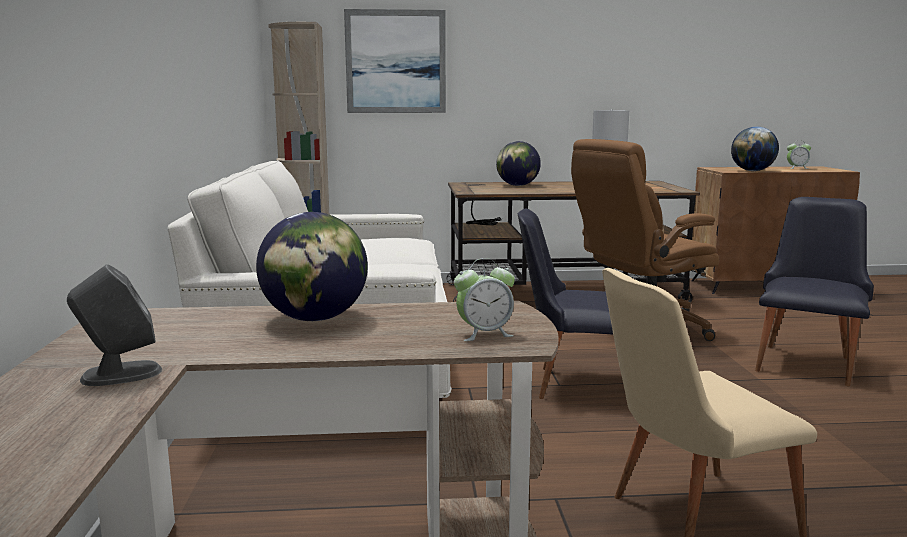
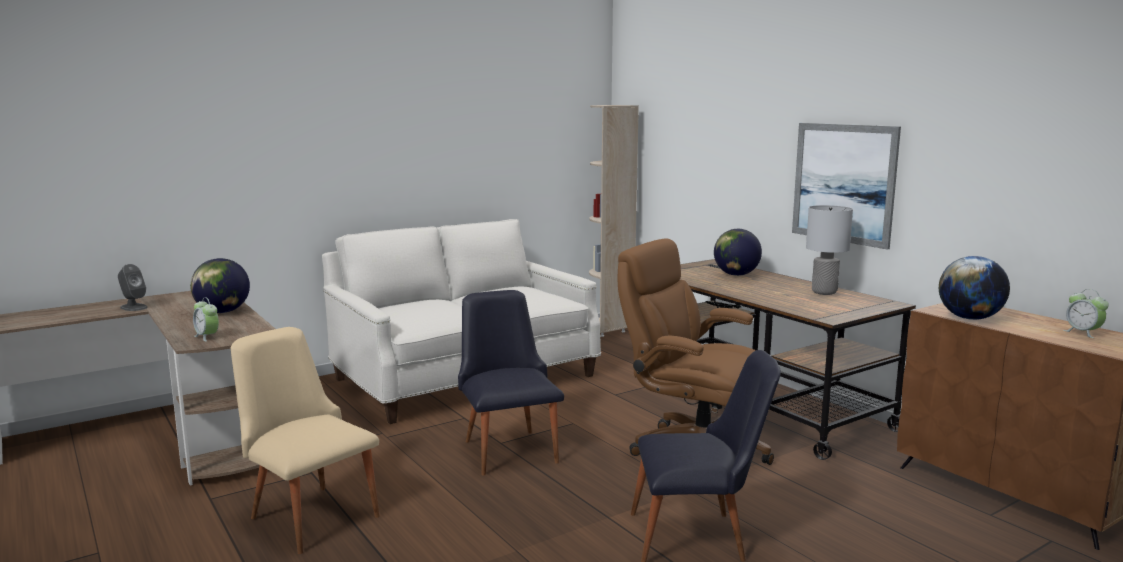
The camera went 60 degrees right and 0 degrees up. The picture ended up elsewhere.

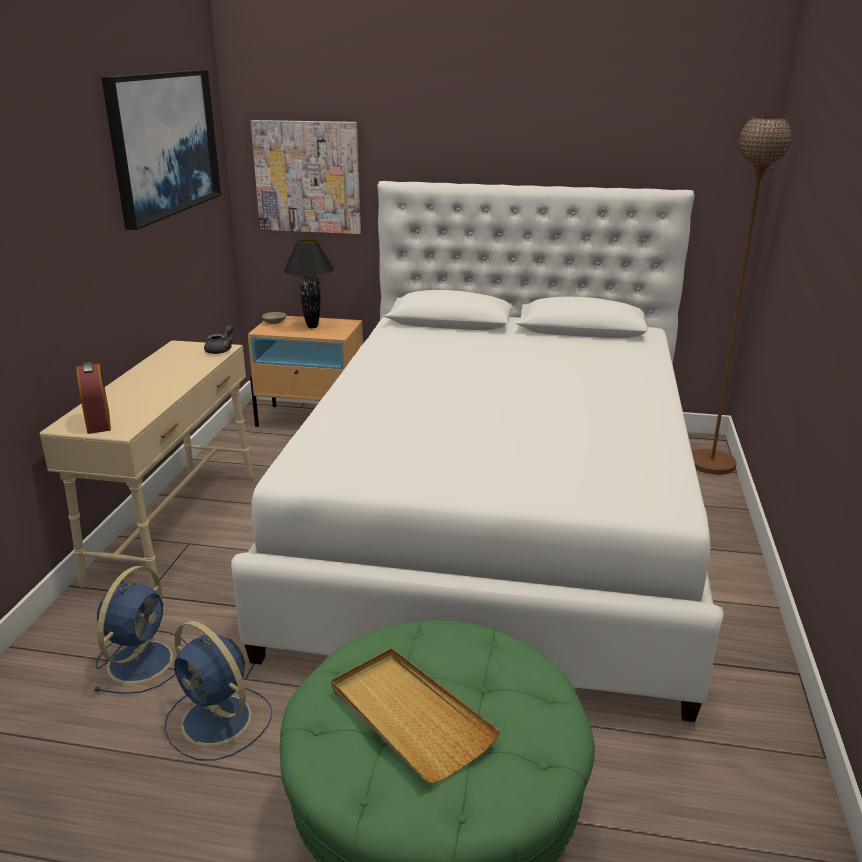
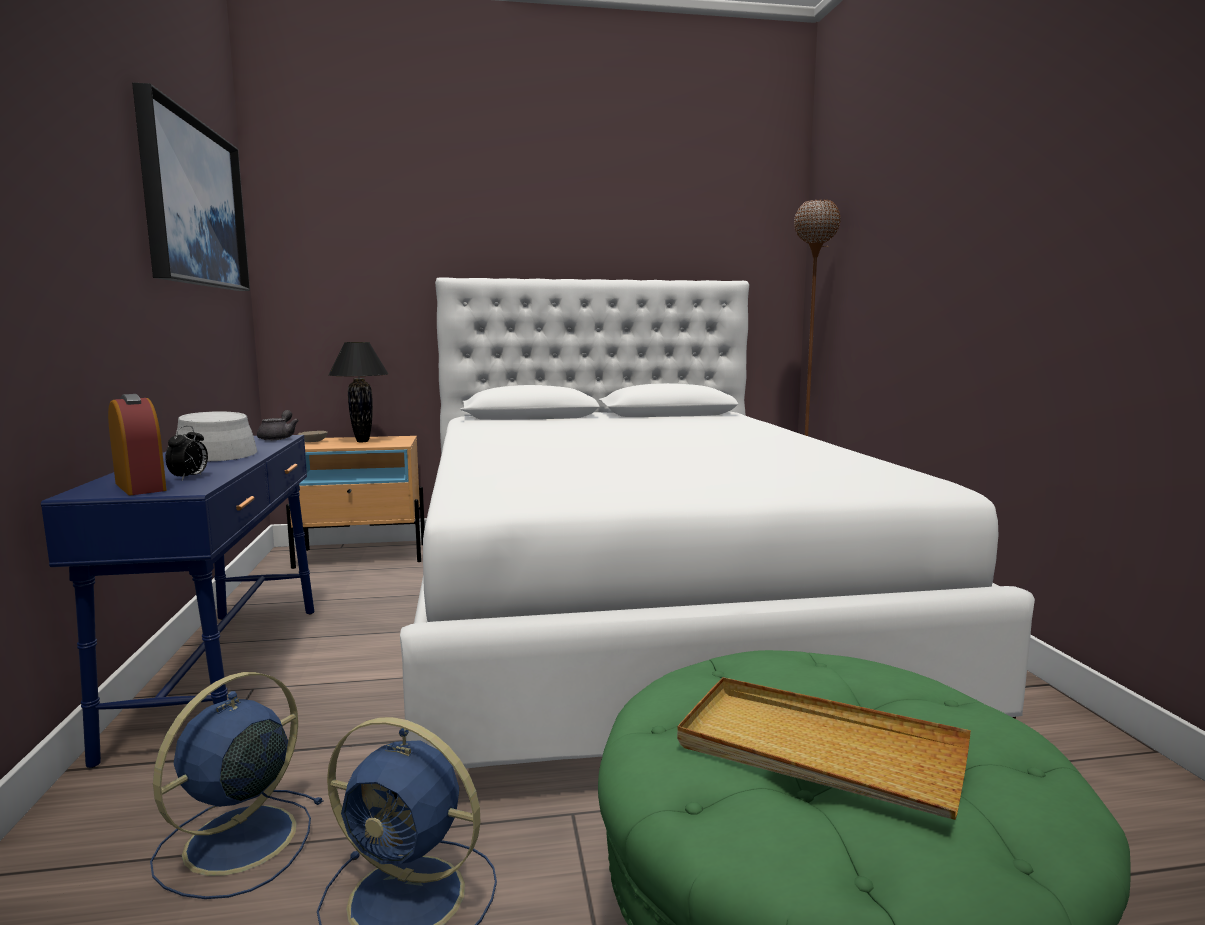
The camera went 20 degrees left and 15 degrees down. What was the beige console table turned into the blue console table. The blue fan (1st from left) ended up facing another way, 150 degrees counterclockwise from before. The second view lost the picture (2nd from left). The second view gained the alarm clock (2nd from left). The second view gained the grey hat.

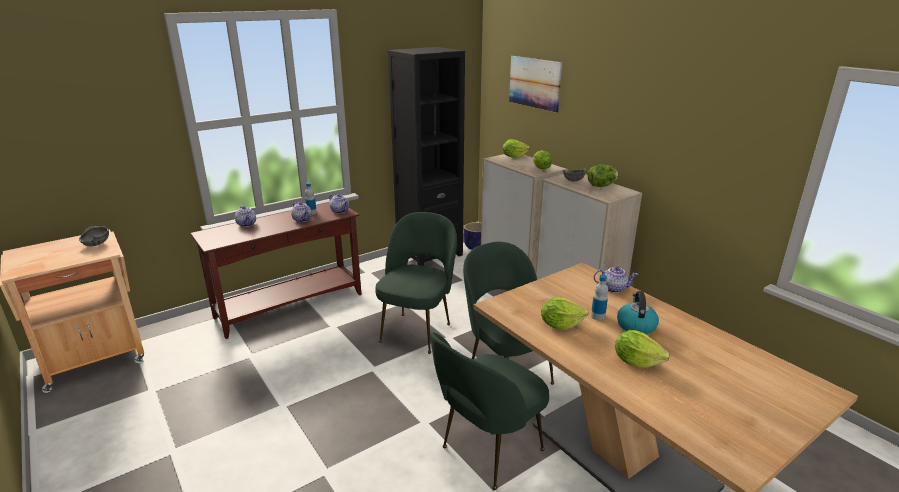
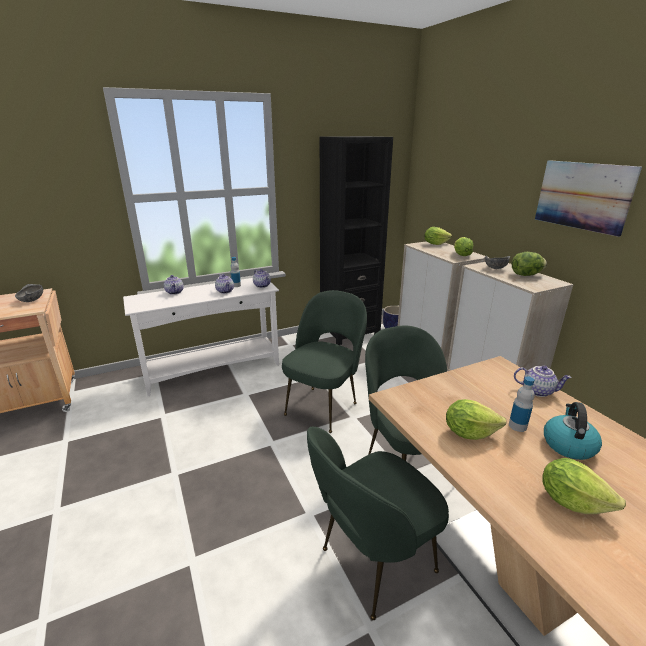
The camera went 10 degrees right and 0 degrees up. What was the brown console table turned into the white console table. The picture ended up elsewhere.

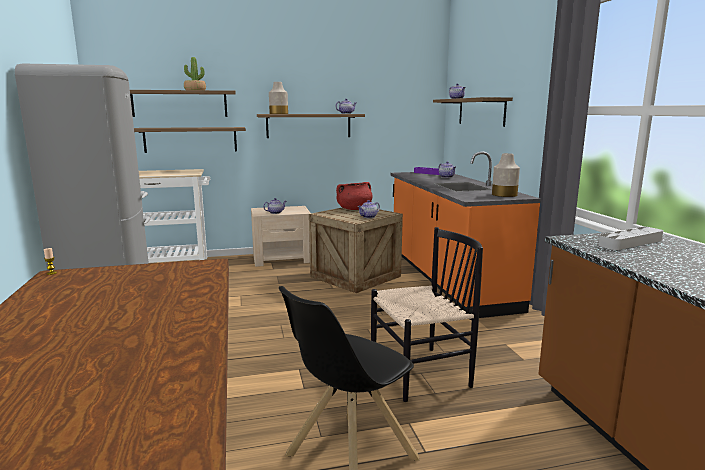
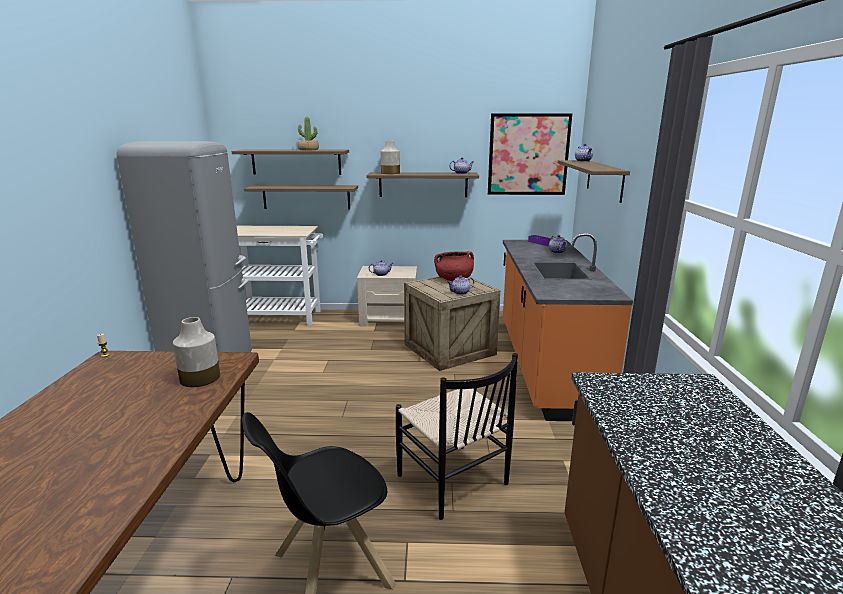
The camera went 15 degrees right and 5 degrees up. The black chair (2nd from left) ended up facing another way, 60 degrees clockwise from before. The beige vase (2nd from left in the first image) ended up elsewhere. The second view lost the grey tray. The second view gained the picture.

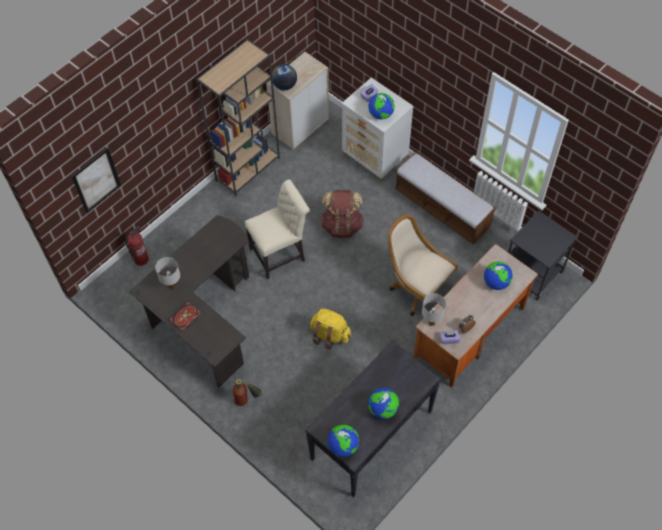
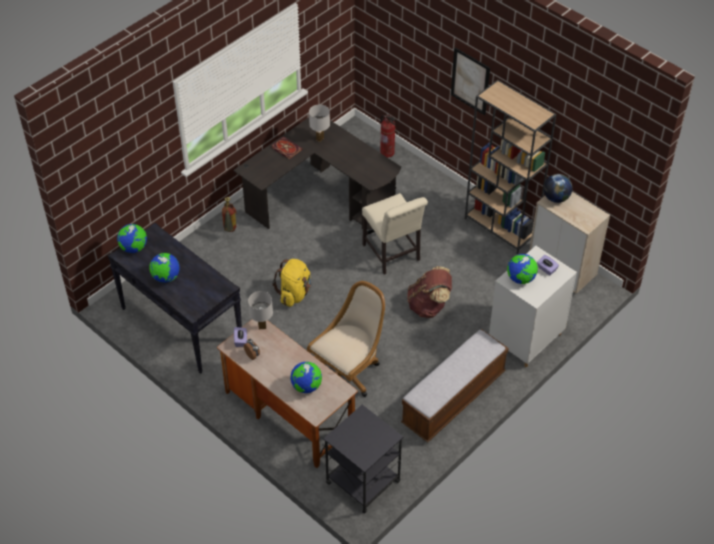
The camera went 90 degrees right and 10 degrees down. The picture ended up elsewhere.

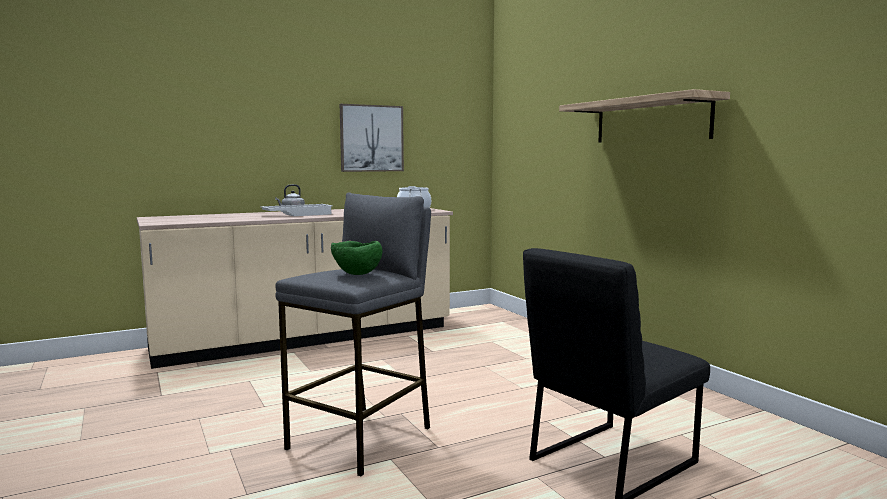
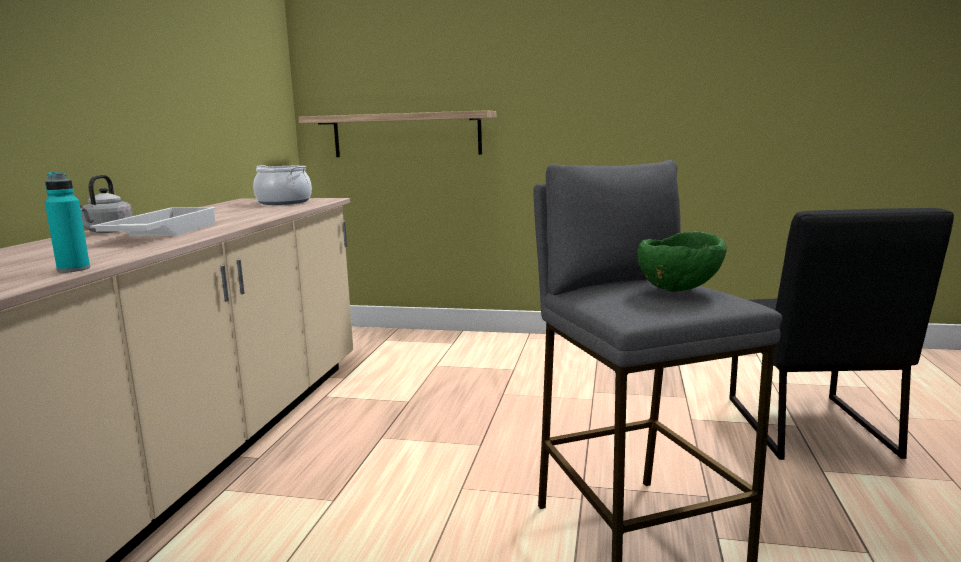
The camera went 50 degrees left and 5 degrees up. The second view lost the picture. The shelf ended up elsewhere. The second view gained the turquoise bottle.

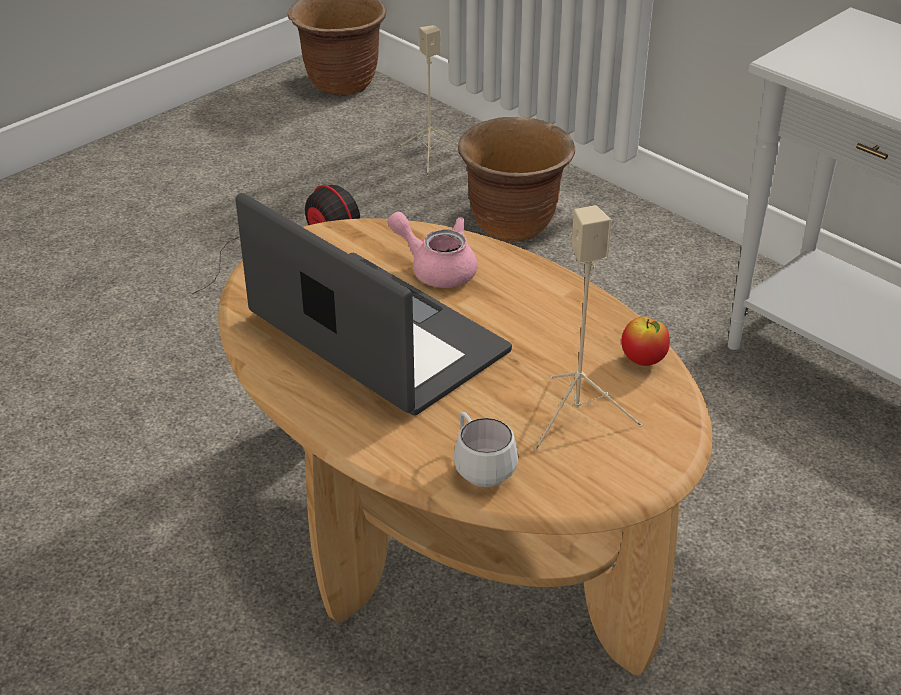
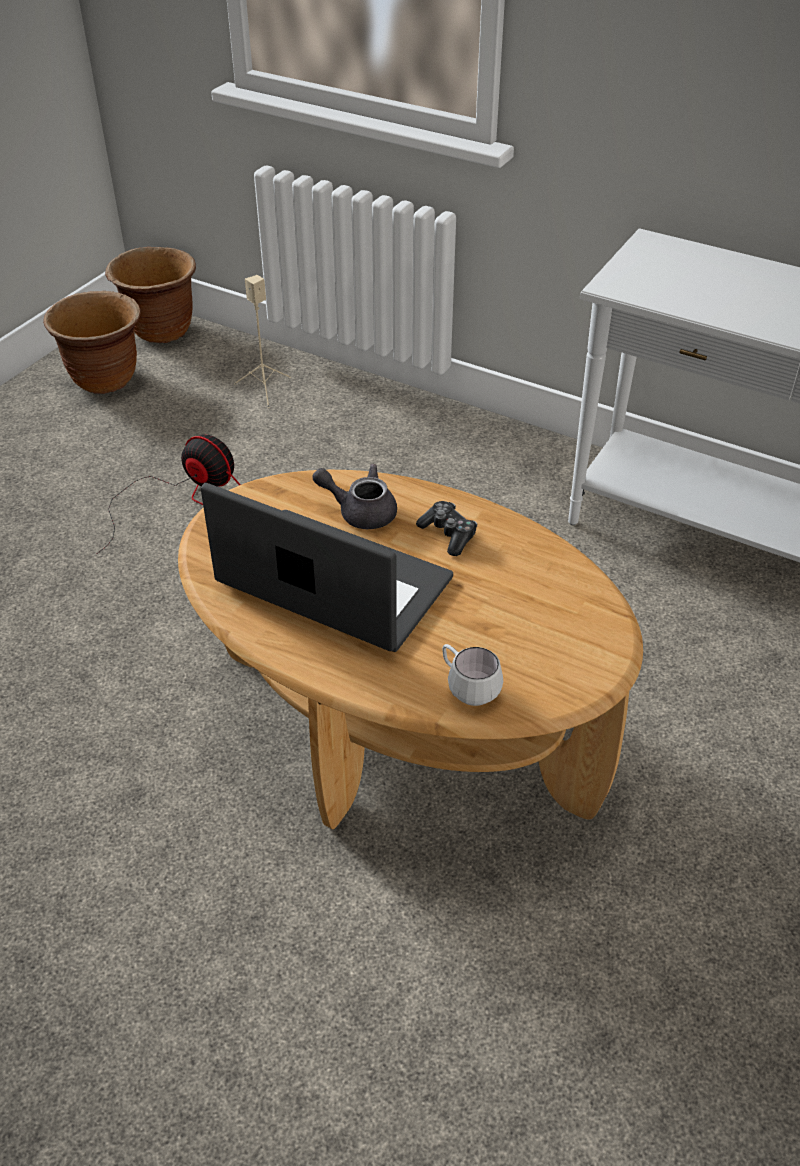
The camera went 15 degrees left and 5 degrees up. What was the pink teapot turned into the grey teapot. The brown planter (2nd from left in the first image) ended up elsewhere. The second view lost the beige speaker (2nd from left). The second view lost the apple. The second view gained the game controller.

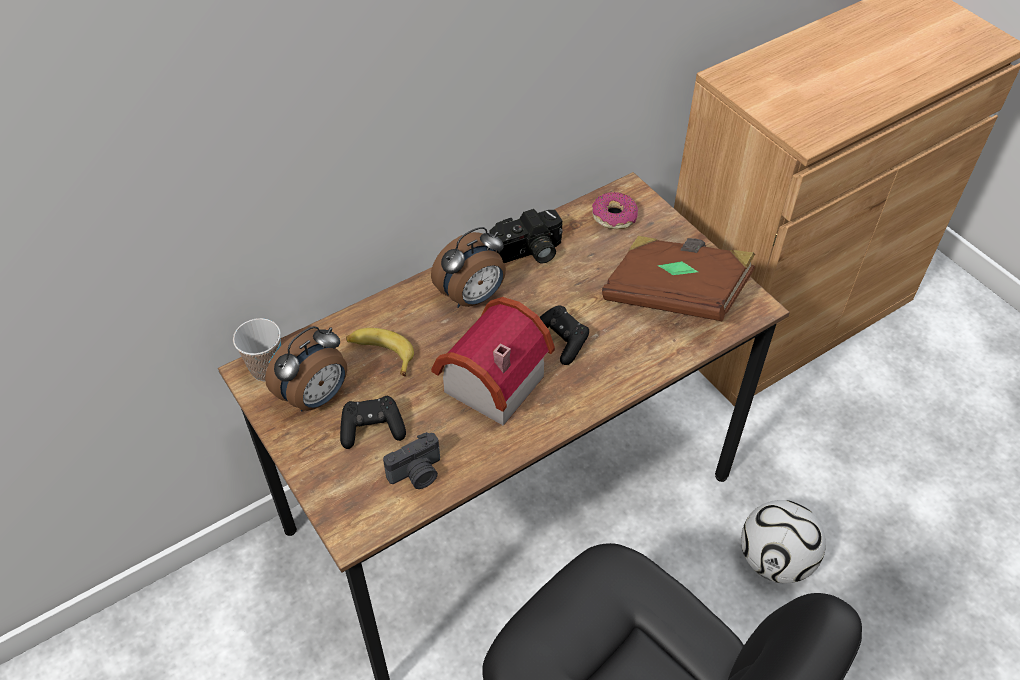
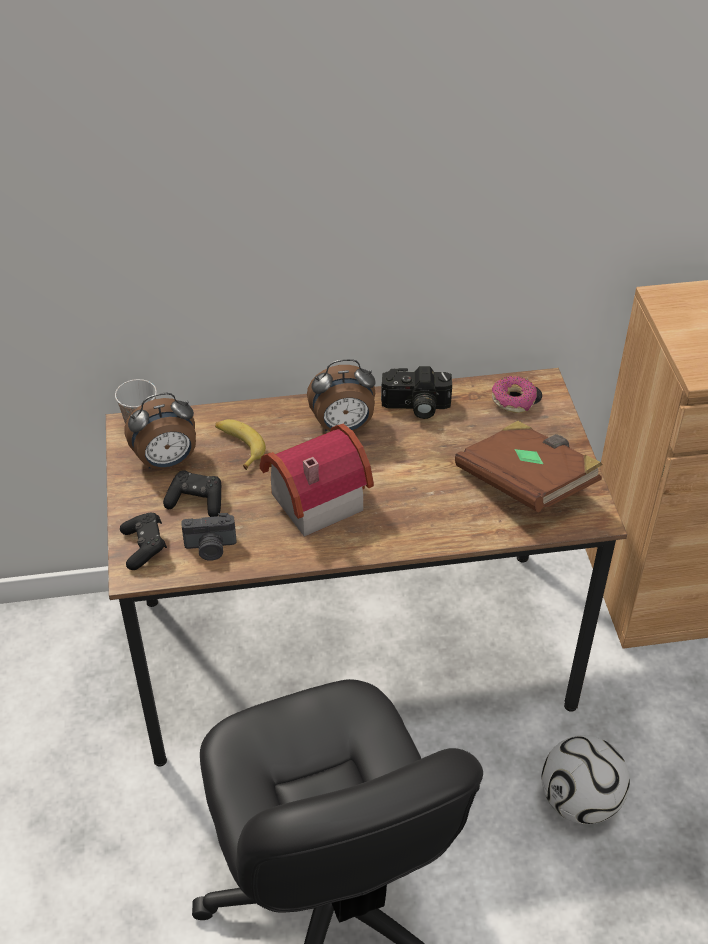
The camera went 25 degrees right and 5 degrees down. The black game controller (2nd from left in the first image) ended up elsewhere.

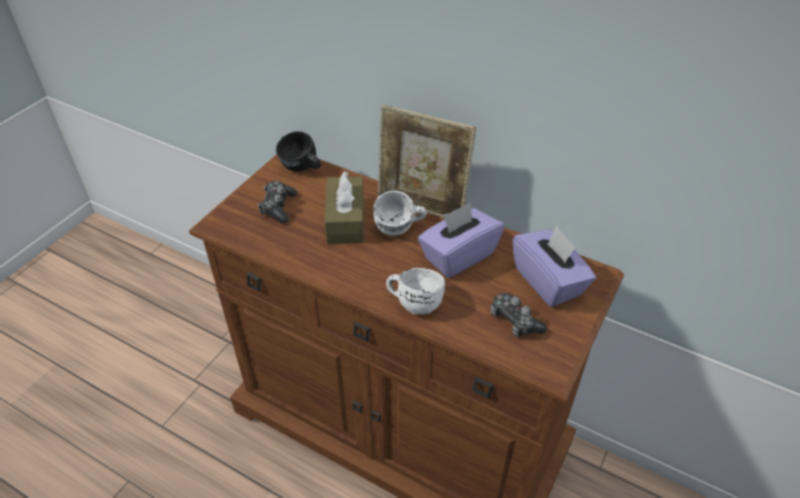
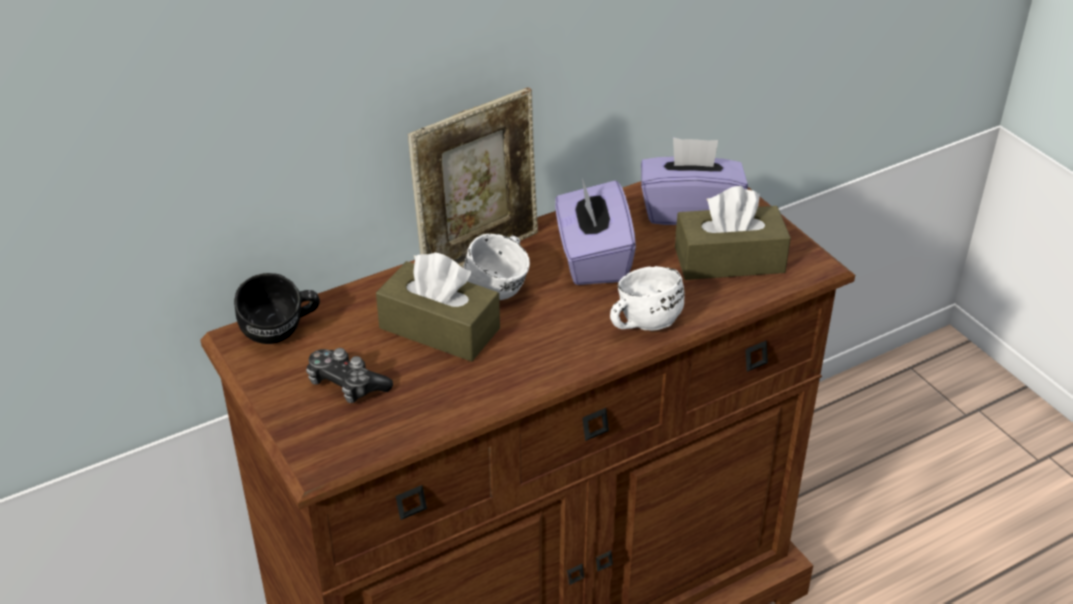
The camera went 60 degrees left and 5 degrees down. Where the game controller (2nd from left) stood, the brown tissue box (2nd from left) came to stand.

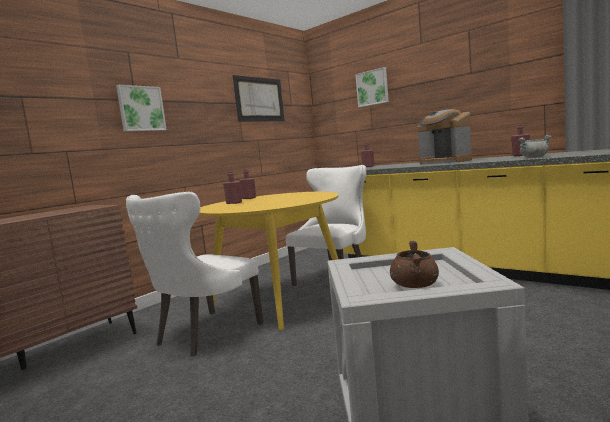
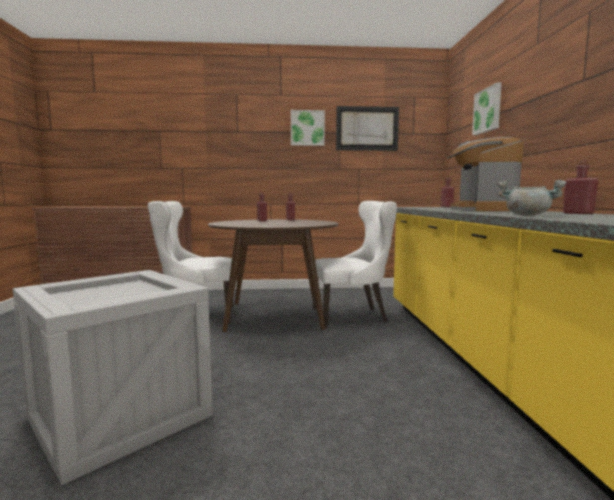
The camera went 45 degrees right and 0 degrees up. The picture (1st from left) ended up elsewhere. What was the yellow dining table turned into the brown dining table. The second view lost the brown cooking pot.

